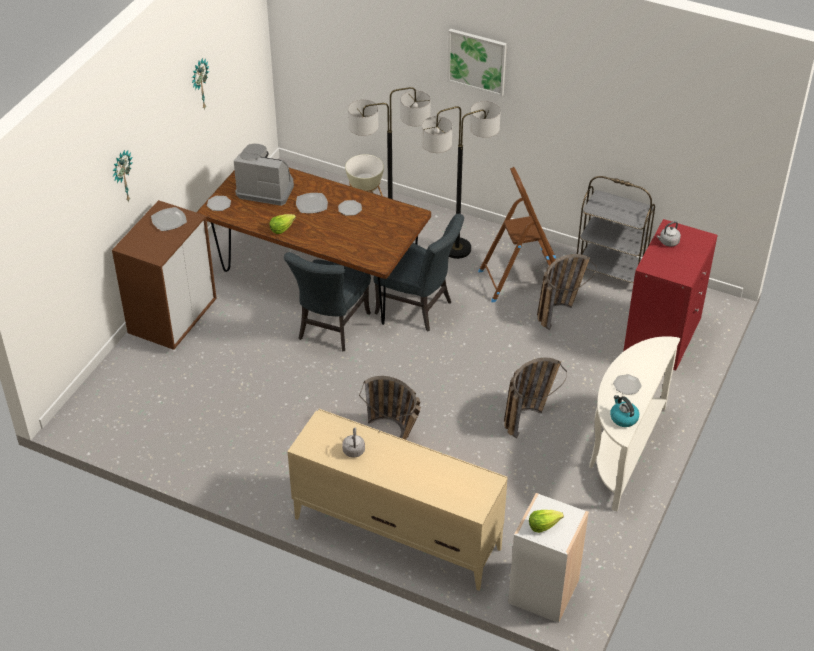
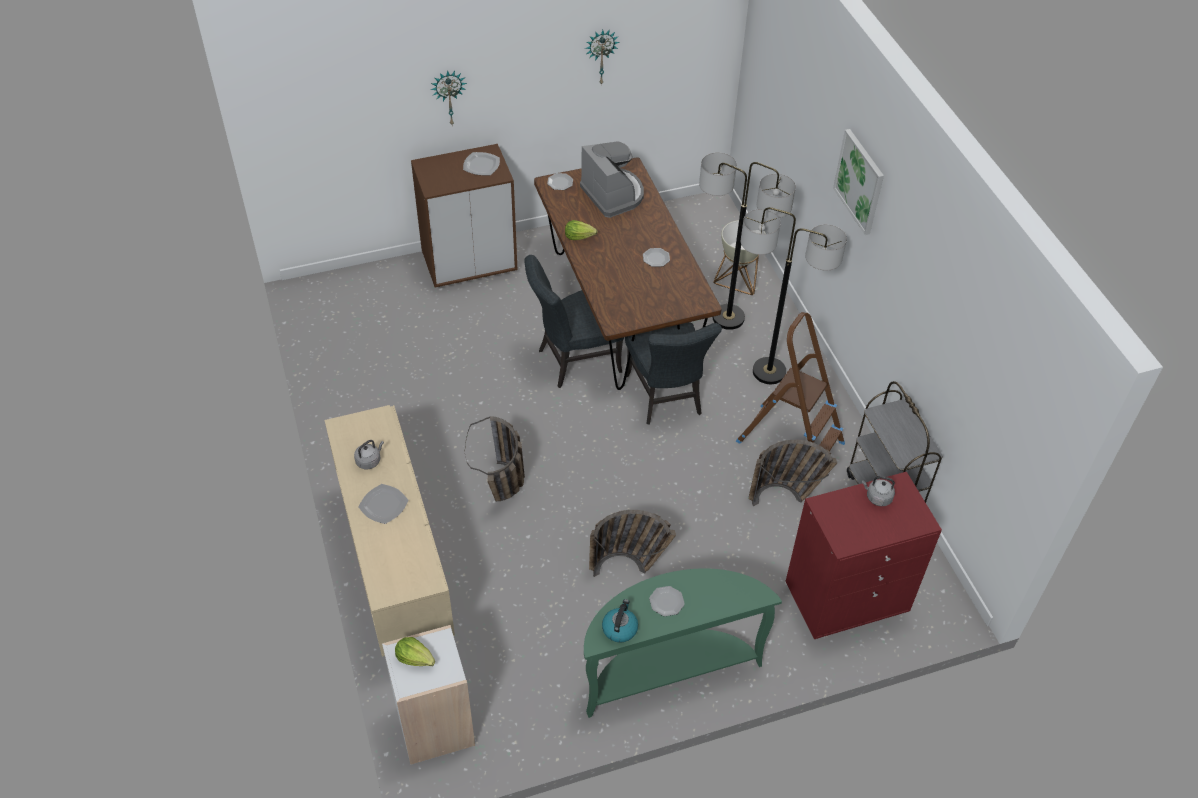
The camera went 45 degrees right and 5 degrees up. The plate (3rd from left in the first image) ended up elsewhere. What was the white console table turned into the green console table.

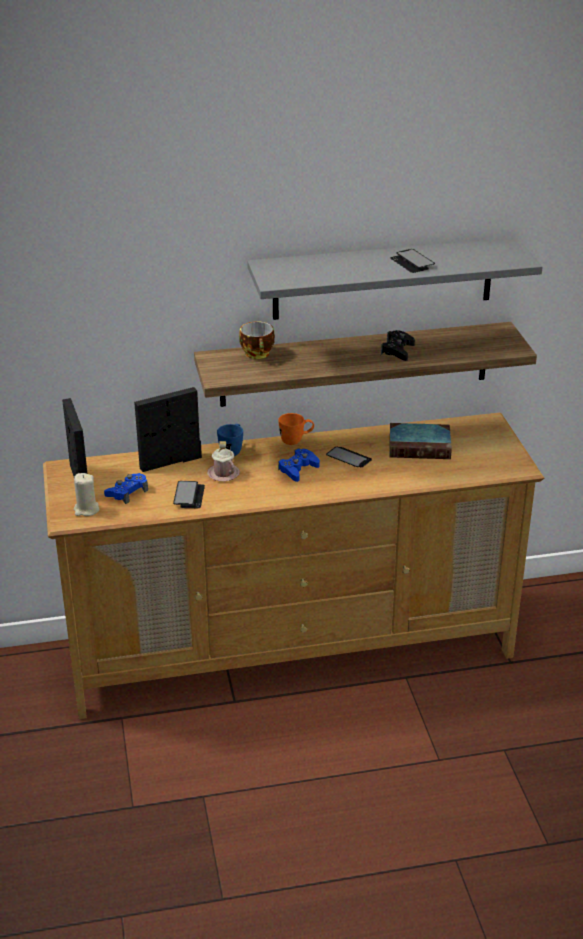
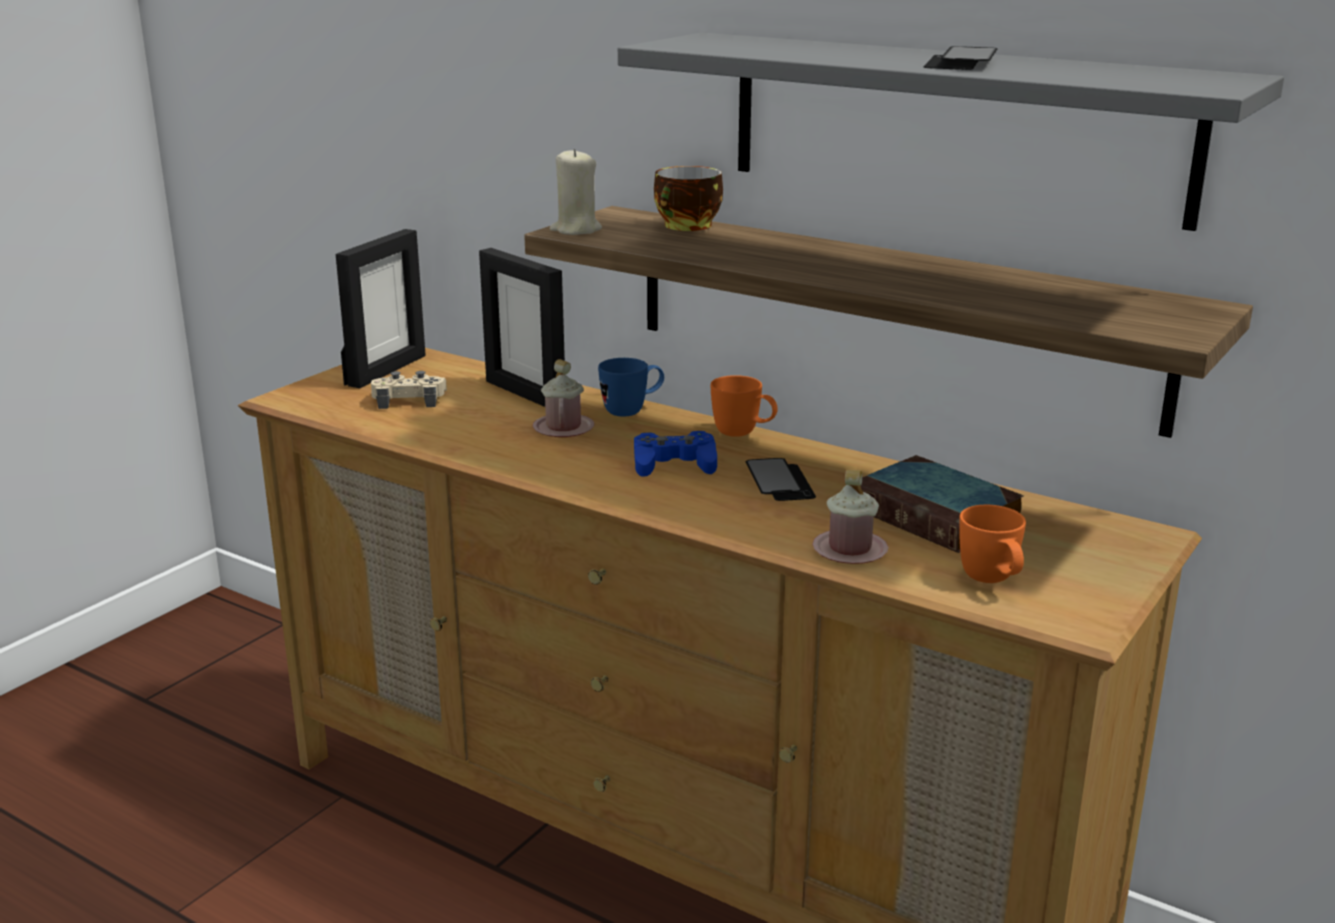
The camera went 45 degrees right and 10 degrees down. The beige candle ended up elsewhere. What was the blue game controller (1st from left) turned into the beige game controller. The picture frame (2nd from left) ended up facing another way, 150 degrees counterclockwise from before. The second view lost the phone (1st from left). The second view lost the black game controller. The second view gained the pink mug (2nd from left). The second view gained the orange mug (2nd from left).

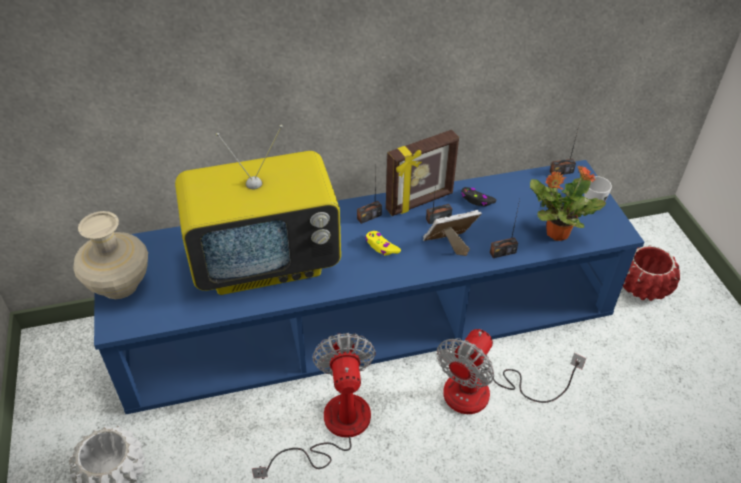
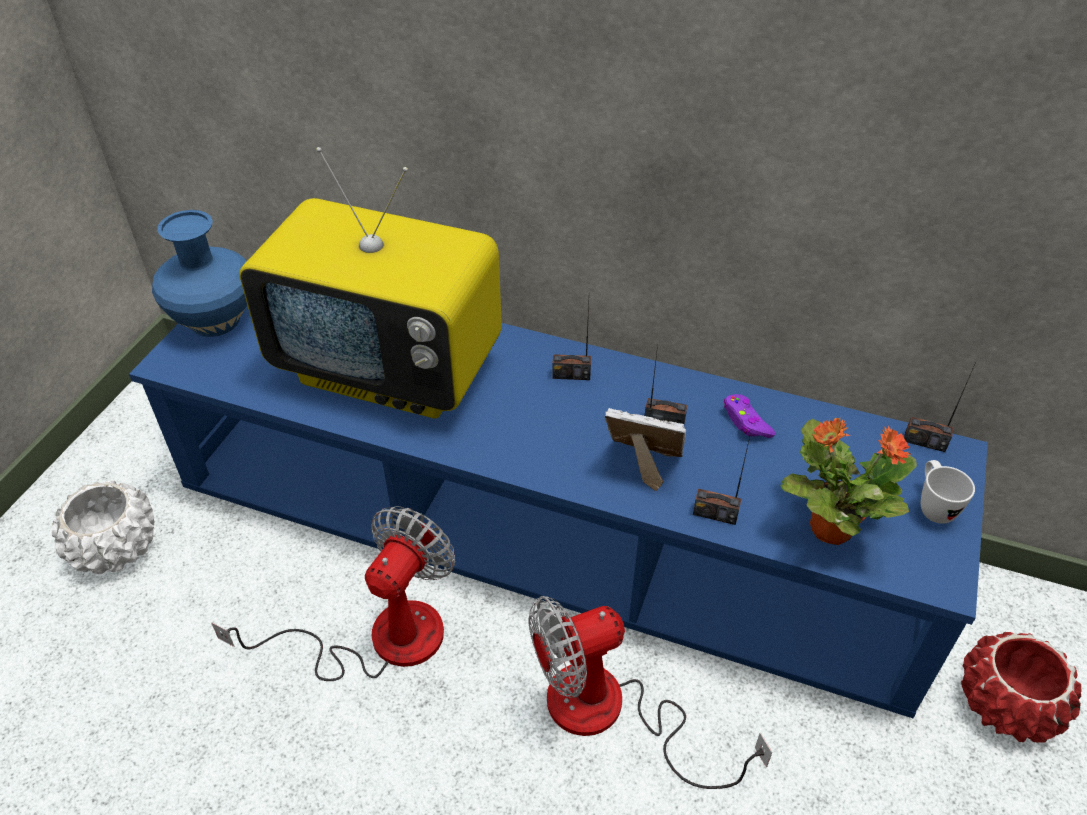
The camera went 35 degrees right and 0 degrees up. What was the beige vase turned into the blue vase. The second view lost the yellow game controller. The second view lost the picture frame (1st from left). What was the black game controller turned into the purple game controller.

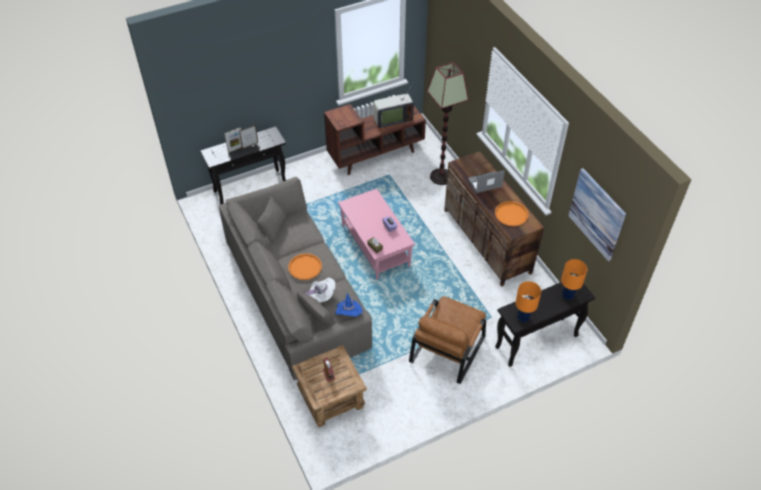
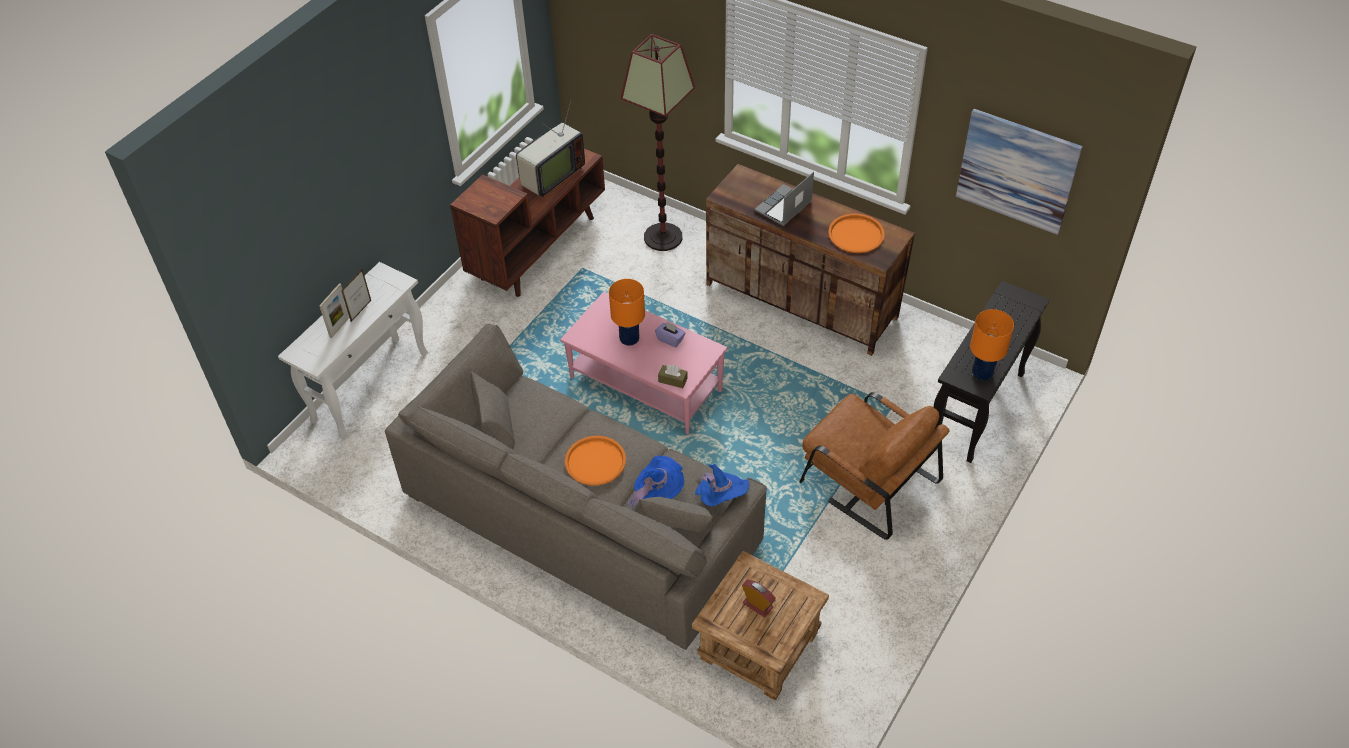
The camera went 30 degrees left and 0 degrees up. What was the black console table (1st from left) turned into the white console table. What was the white hat turned into the blue hat (1st from left). The brown armchair ended up facing another way, 45 degrees counterclockwise from before. The orange table lamp (2nd from left in the first image) ended up elsewhere.

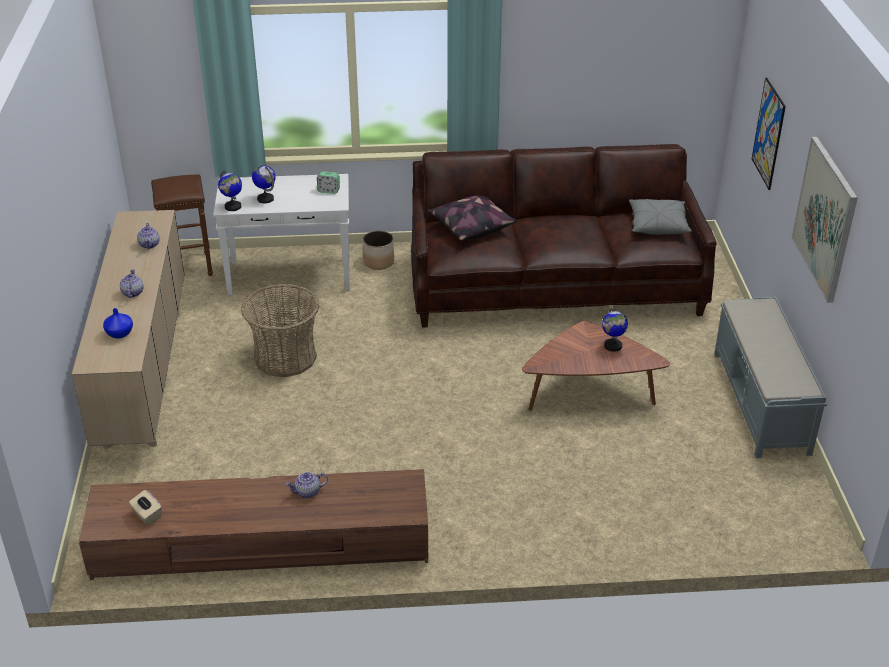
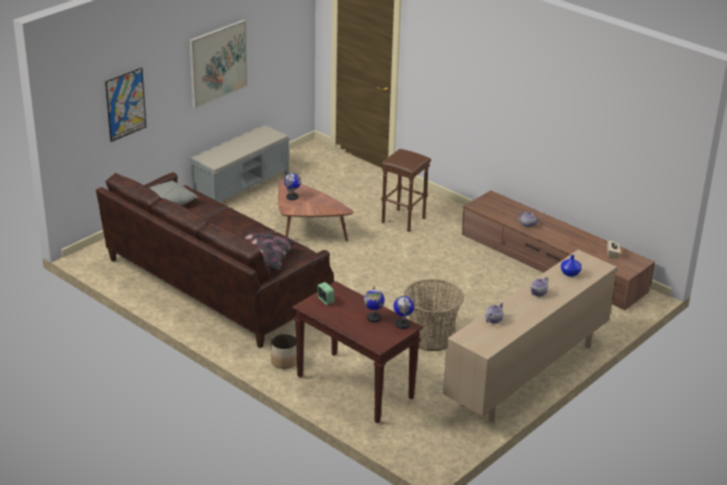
The camera went 135 degrees left and 5 degrees down. The brown stool ended up elsewhere. What was the white console table turned into the brown console table.

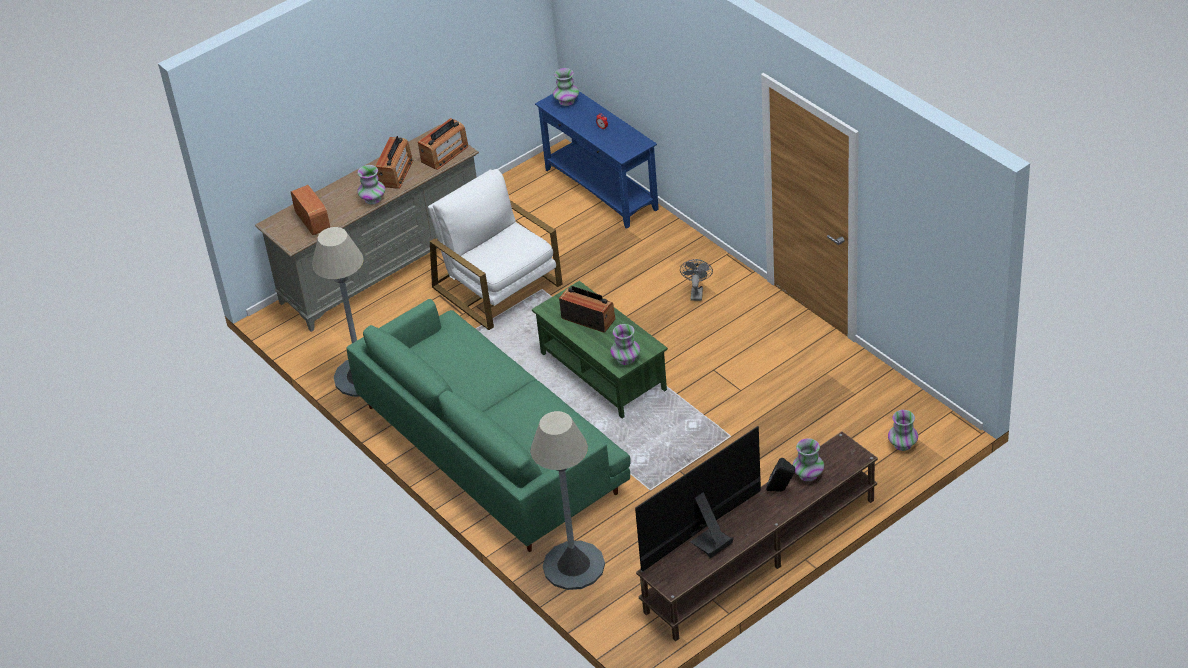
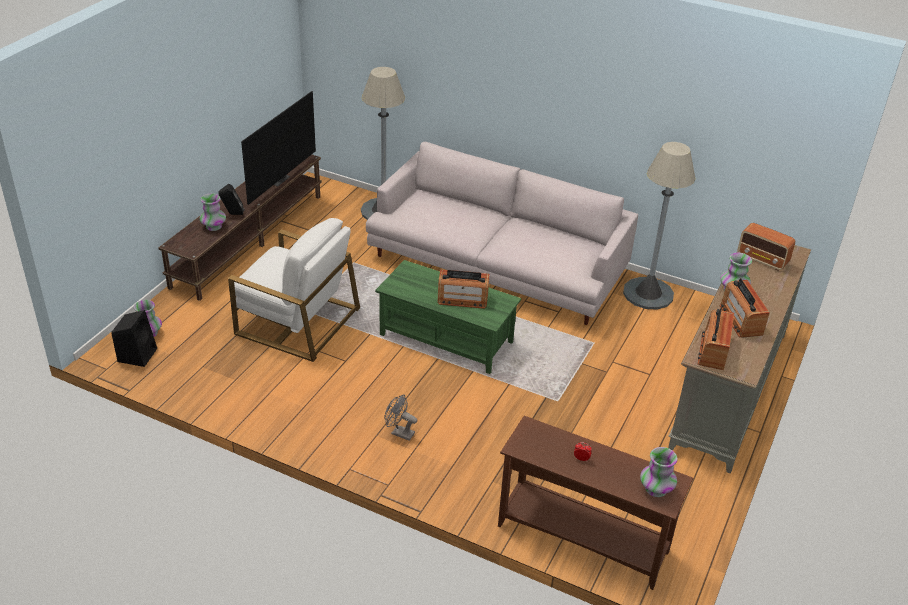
The camera went 150 degrees right and 5 degrees down. What was the green sofa turned into the white sofa. The white armchair ended up elsewhere. What was the blue console table turned into the brown console table. The second view lost the vase (3rd from left). The grey fan ended up facing another way, 135 degrees clockwise from before. The second view gained the black speaker (1st from left).

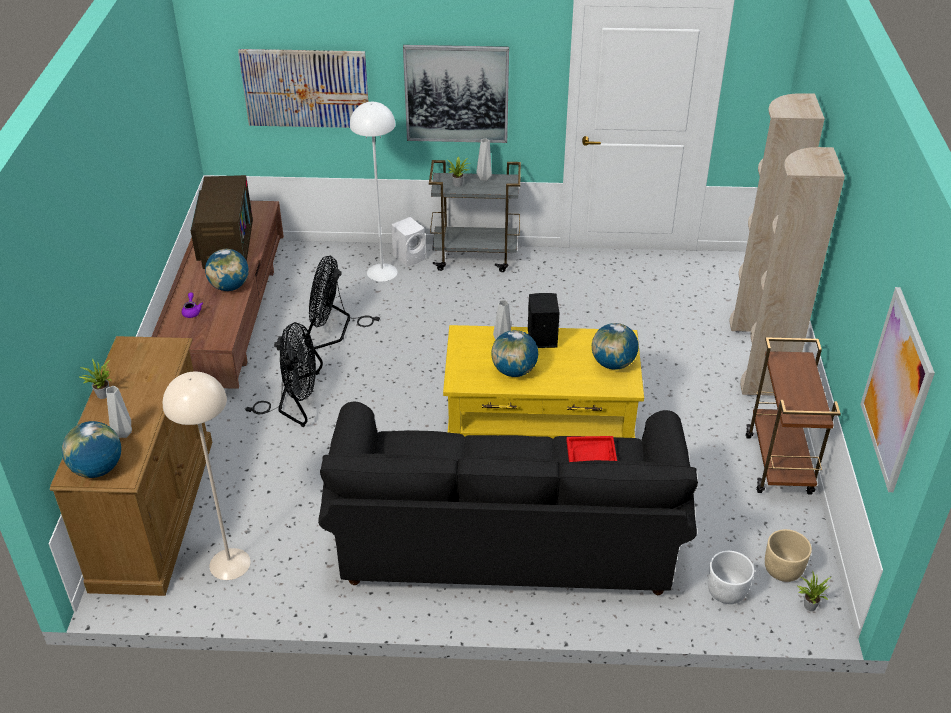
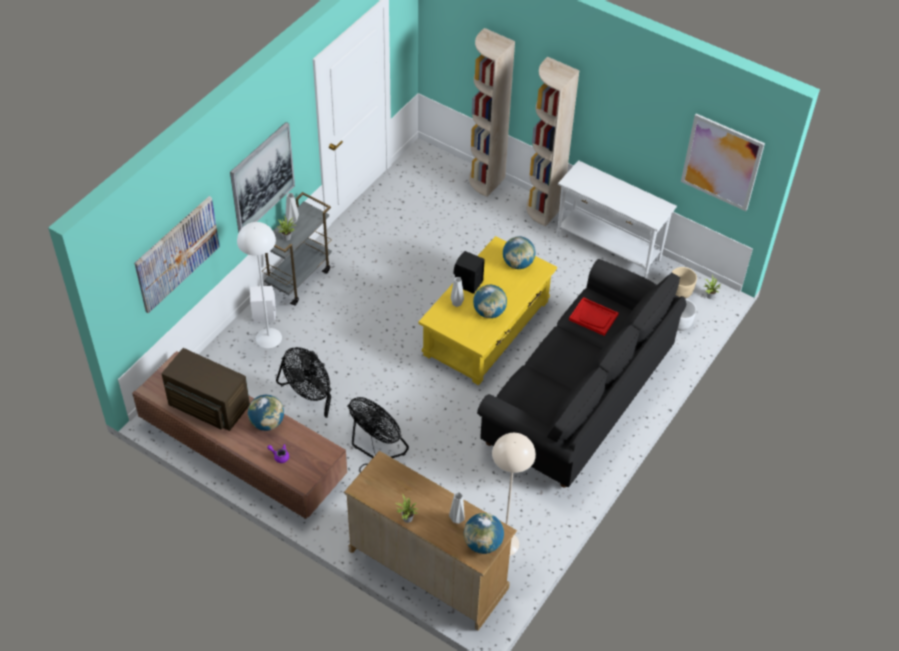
The camera went 60 degrees left and 10 degrees up. Where the brown cart stood, the white console table came to stand.

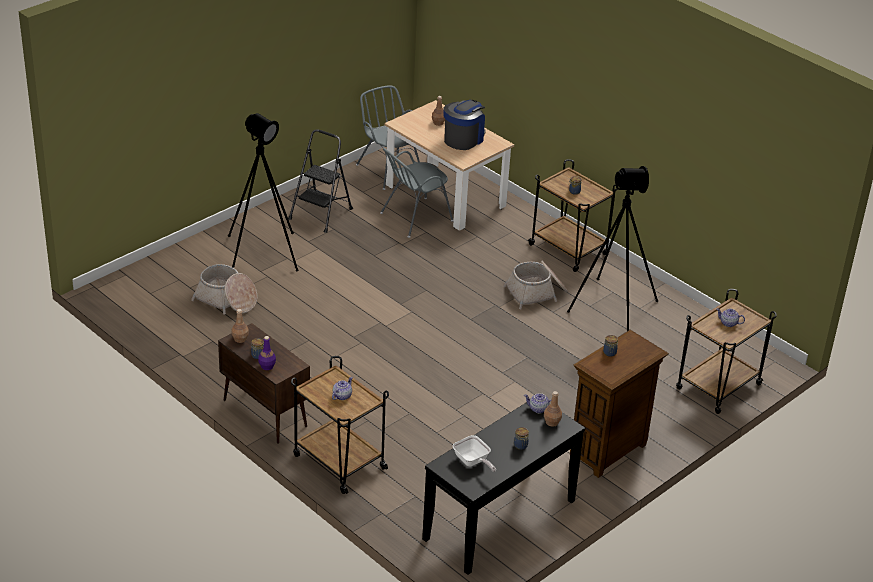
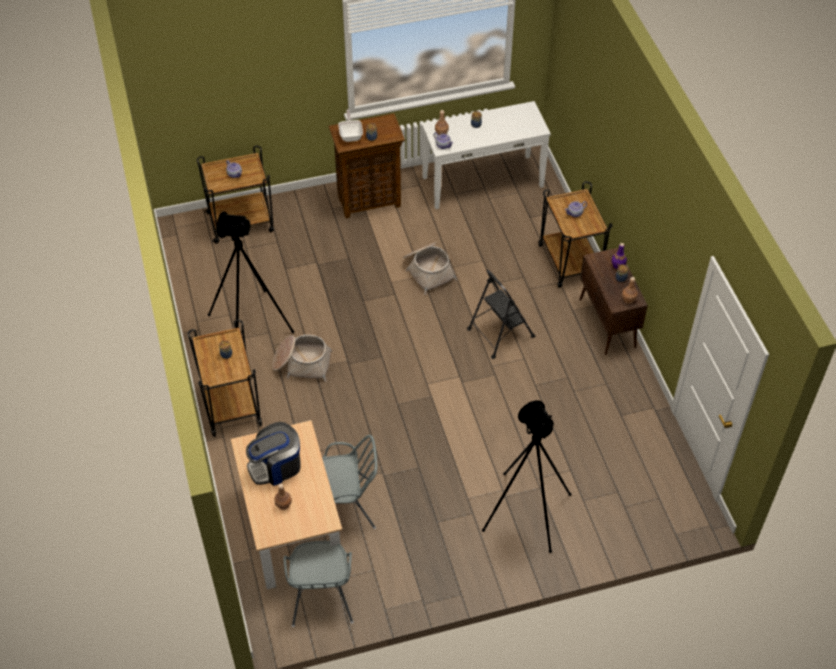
The camera went 150 degrees left and 15 degrees up. The basket (1st from left in the first image) ended up elsewhere. The black step ladder ended up elsewhere. What was the black console table turned into the white console table. The frying pan ended up elsewhere.

